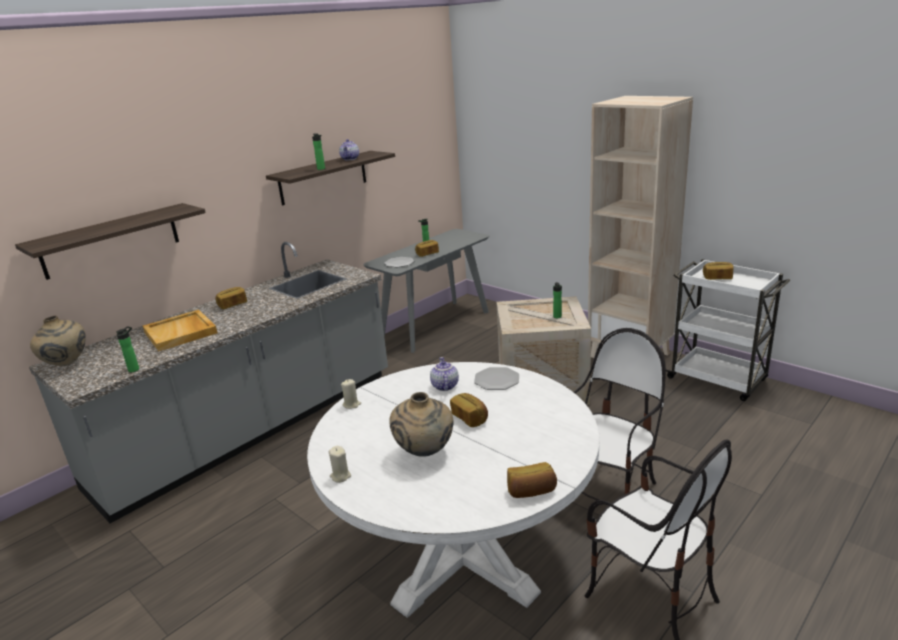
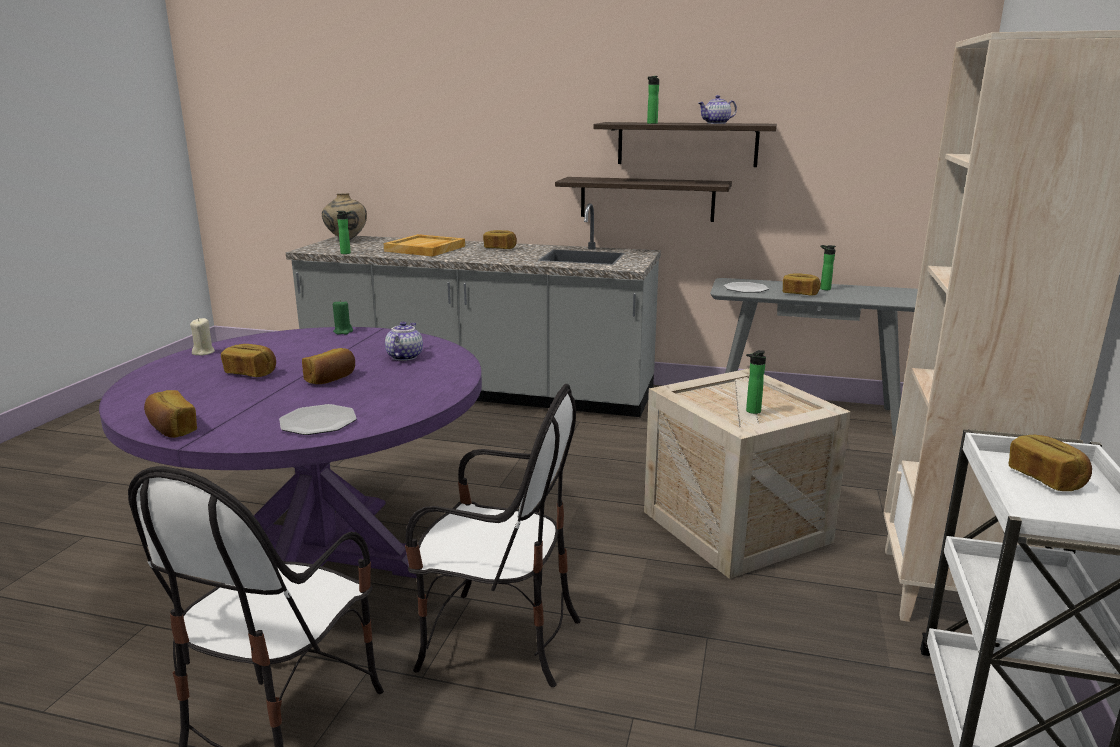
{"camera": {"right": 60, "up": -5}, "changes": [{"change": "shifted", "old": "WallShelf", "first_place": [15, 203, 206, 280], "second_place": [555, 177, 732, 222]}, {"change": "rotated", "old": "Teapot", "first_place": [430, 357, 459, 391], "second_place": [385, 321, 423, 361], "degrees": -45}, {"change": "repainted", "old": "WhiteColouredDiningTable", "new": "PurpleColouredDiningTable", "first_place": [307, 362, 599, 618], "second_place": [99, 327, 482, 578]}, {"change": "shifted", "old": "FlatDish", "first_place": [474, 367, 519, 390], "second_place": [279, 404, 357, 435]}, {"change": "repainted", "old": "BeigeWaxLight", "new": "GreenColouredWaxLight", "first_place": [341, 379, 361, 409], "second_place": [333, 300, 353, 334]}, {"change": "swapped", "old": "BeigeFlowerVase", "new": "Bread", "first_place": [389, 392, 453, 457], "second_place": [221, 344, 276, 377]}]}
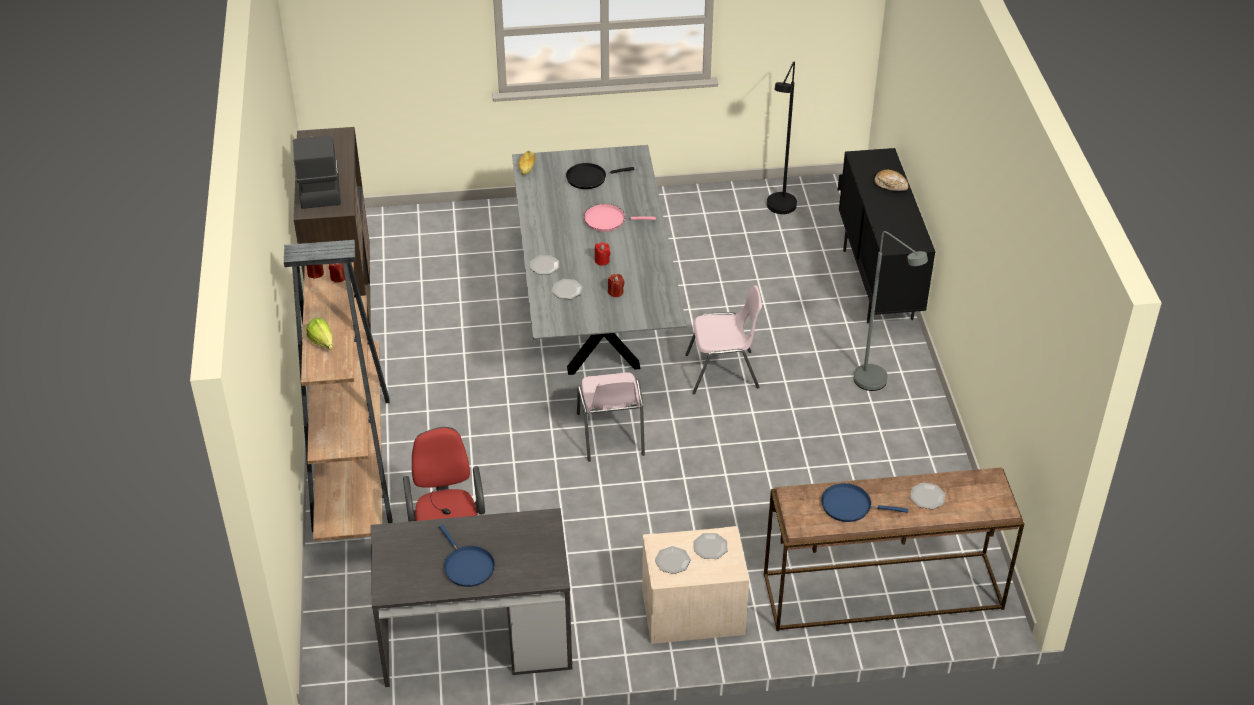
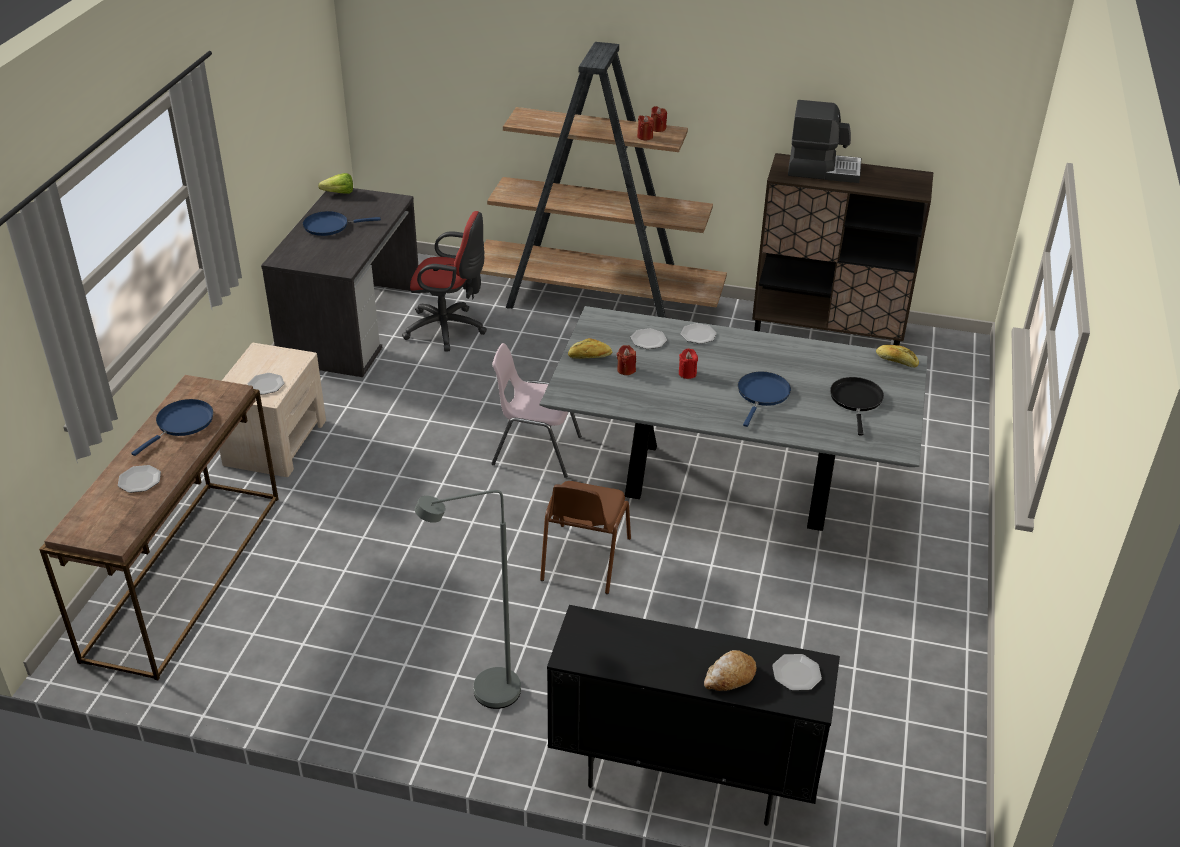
{"camera": {"right": 110, "up": -5}, "changes": [{"change": "gone", "old": "BlackishFloorLamp", "first_place": [767, 62, 797, 214]}, {"change": "repainted", "old": "PinkFryingPan", "new": "BlueColouredFryingPan", "first_place": [584, 204, 656, 232], "second_place": [738, 372, 791, 427]}, {"change": "repainted", "old": "PinkChair", "new": "BrownChair", "first_place": [685, 285, 762, 394], "second_place": [540, 481, 631, 594]}, {"change": "shifted", "old": "LettuceHead", "first_place": [306, 318, 333, 349], "second_place": [318, 173, 353, 194]}, {"change": "shifted", "old": "FlatDish", "first_place": [655, 546, 691, 574], "second_place": [772, 654, 822, 691]}, {"change": "new", "new": "Bread", "second_place": [568, 338, 612, 359]}]}
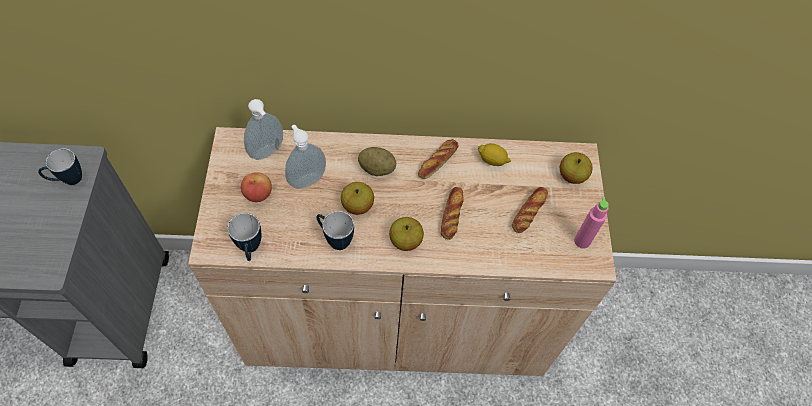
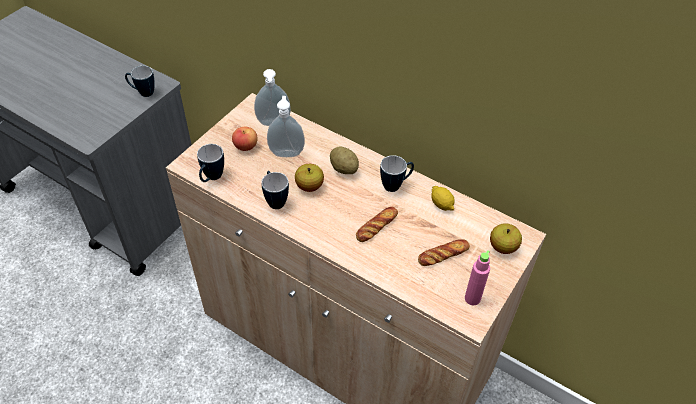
{"camera": {"right": 35, "up": -10}, "changes": [{"change": "swapped", "old": "Bread", "new": "Mug", "first_place": [418, 139, 458, 179], "second_place": [380, 155, 414, 192]}, {"change": "gone", "old": "WholeApple", "first_place": [389, 217, 424, 251]}]}
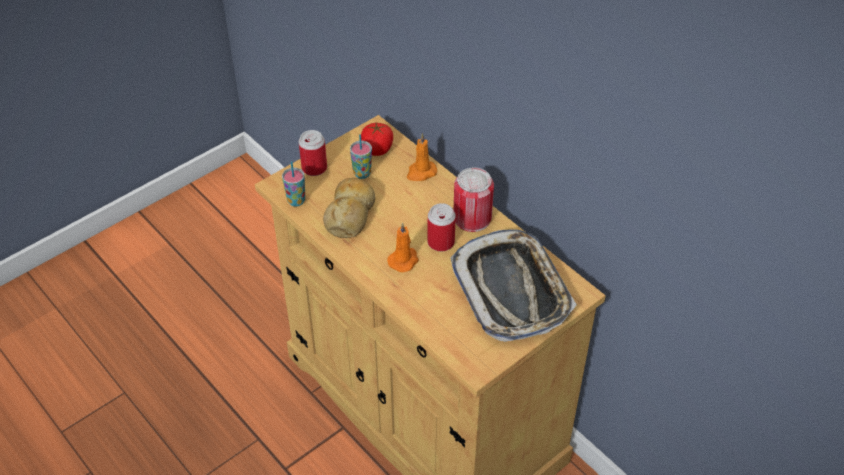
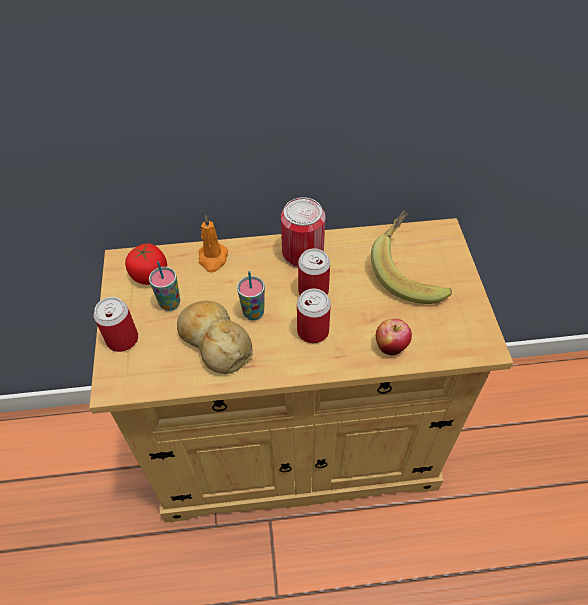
{"camera": {"right": -55, "up": 5}, "changes": [{"change": "shifted", "old": "DrinkingCup", "first_place": [282, 162, 305, 206], "second_place": [237, 271, 265, 320]}, {"change": "swapped", "old": "OrangeWaxLight", "new": "SealedCan", "first_place": [387, 223, 419, 272], "second_place": [297, 289, 331, 343]}, {"change": "swapped", "old": "Tray", "new": "BananaFruit", "first_place": [450, 229, 577, 342], "second_place": [371, 211, 452, 304]}, {"change": "new", "new": "WholeApple", "second_place": [376, 319, 412, 355]}]}
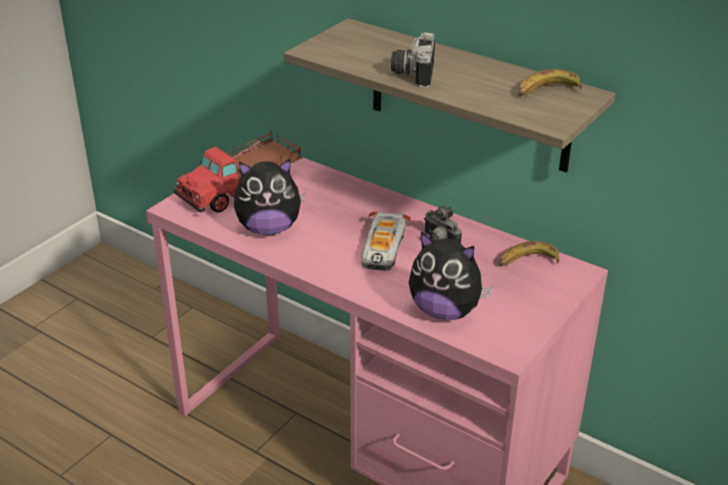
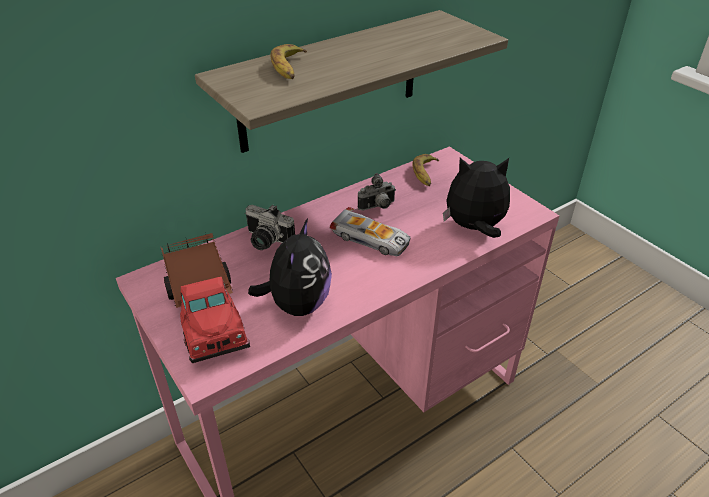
{"camera": {"right": -70, "up": 5}, "changes": [{"change": "shifted", "old": "StillCamera", "first_place": [391, 32, 435, 88], "second_place": [245, 205, 295, 250]}, {"change": "shifted", "old": "BananaFruit", "first_place": [519, 69, 582, 96], "second_place": [271, 44, 307, 79]}, {"change": "rotated", "old": "SoftToy", "first_place": [409, 232, 494, 320], "second_place": [443, 158, 510, 238], "degrees": -135}]}
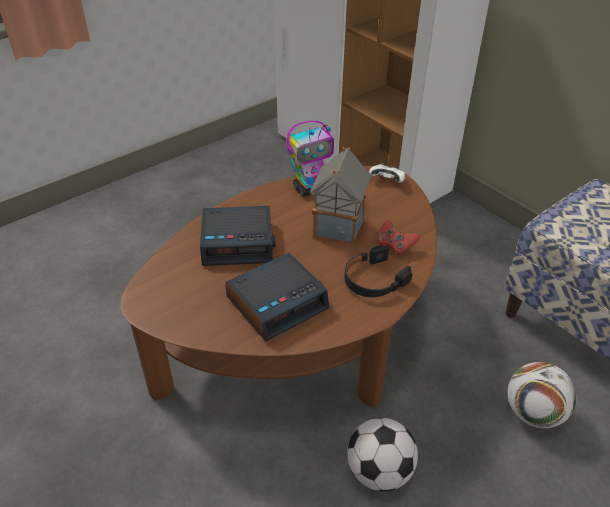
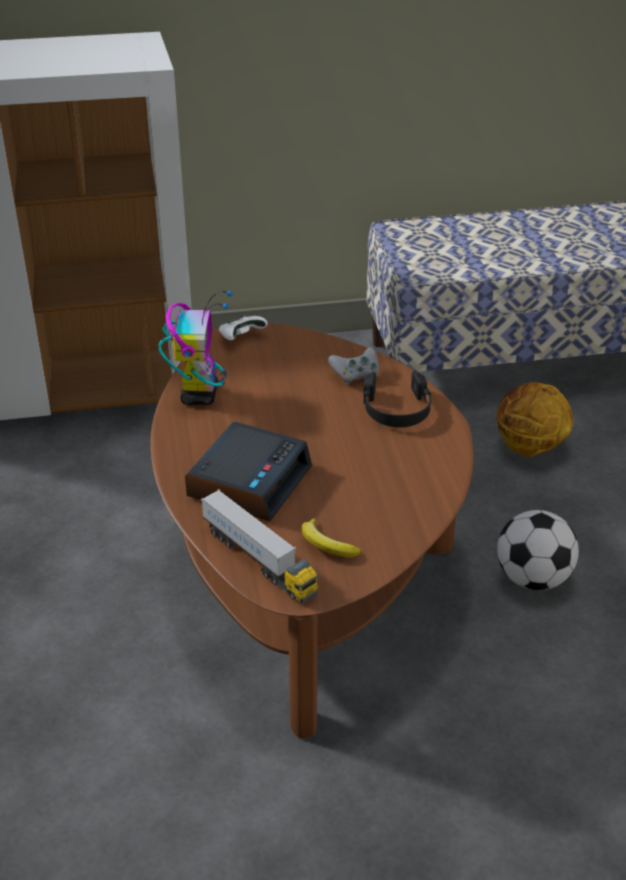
{"camera": {"right": -60, "up": -5}, "changes": [{"change": "gone", "old": "ToyHouse", "first_place": [310, 147, 372, 246]}, {"change": "repainted", "old": "ReddishGamepad", "new": "GrayGamepad", "first_place": [377, 220, 420, 255], "second_place": [328, 347, 379, 385]}, {"change": "gone", "old": "BedsideClock", "first_place": [225, 253, 329, 342]}, {"change": "swapped", "old": "FootballBall", "new": "BasketballBall", "first_place": [507, 362, 577, 428], "second_place": [497, 382, 573, 457]}, {"change": "new", "new": "ToyLorry", "second_place": [201, 489, 319, 604]}, {"change": "new", "new": "BananaFruit", "second_place": [301, 518, 361, 557]}]}
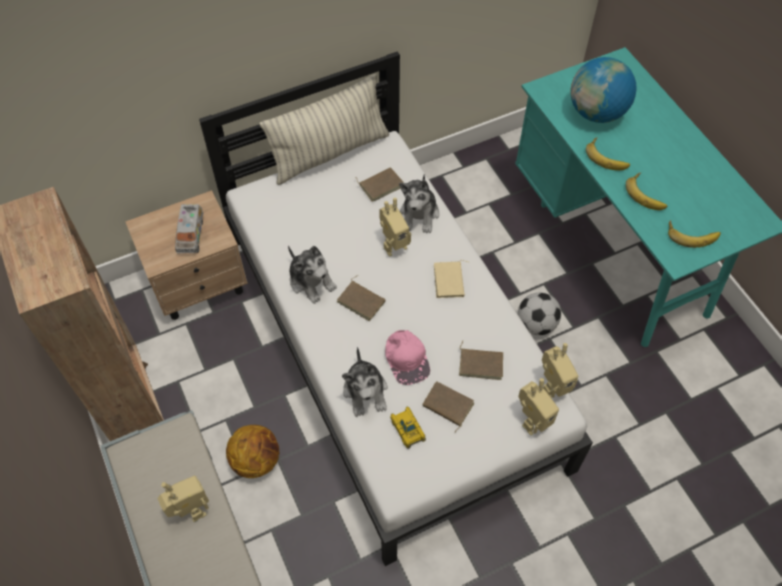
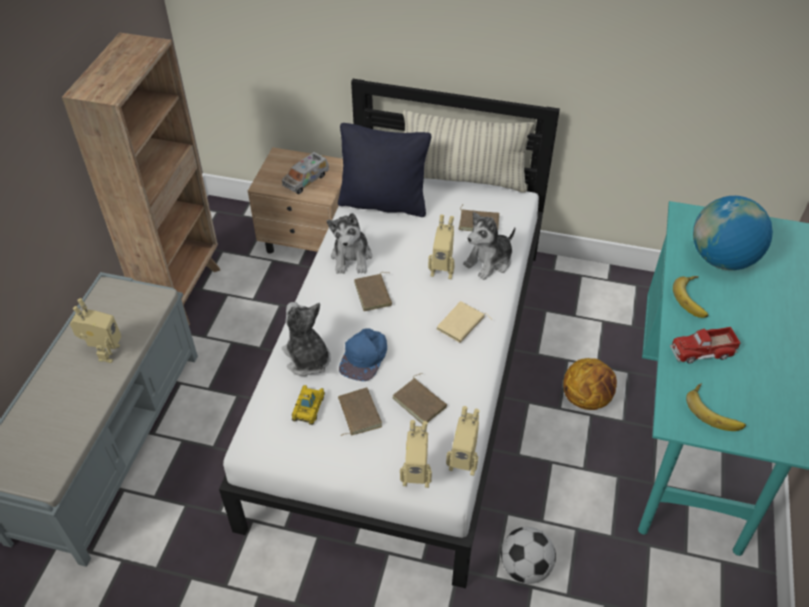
{"camera": {"right": 40, "up": -10}, "changes": [{"change": "swapped", "old": "BananaFruit", "new": "ToyLorry", "first_place": [626, 173, 668, 210], "second_place": [670, 327, 740, 363]}, {"change": "shifted", "old": "FootballBall", "first_place": [518, 292, 561, 335], "second_place": [501, 527, 556, 584]}, {"change": "repainted", "old": "PinkCap", "new": "BlueColouredCap", "first_place": [385, 330, 430, 385], "second_place": [339, 328, 387, 381]}, {"change": "rotated", "old": "SoftToy", "first_place": [342, 347, 388, 417], "second_place": [282, 302, 331, 376], "degrees": 120}, {"change": "shifted", "old": "BasketballBall", "first_place": [226, 425, 279, 478], "second_place": [563, 358, 617, 410]}, {"change": "new", "new": "BlackishThrowPillow", "second_place": [338, 123, 431, 217]}]}
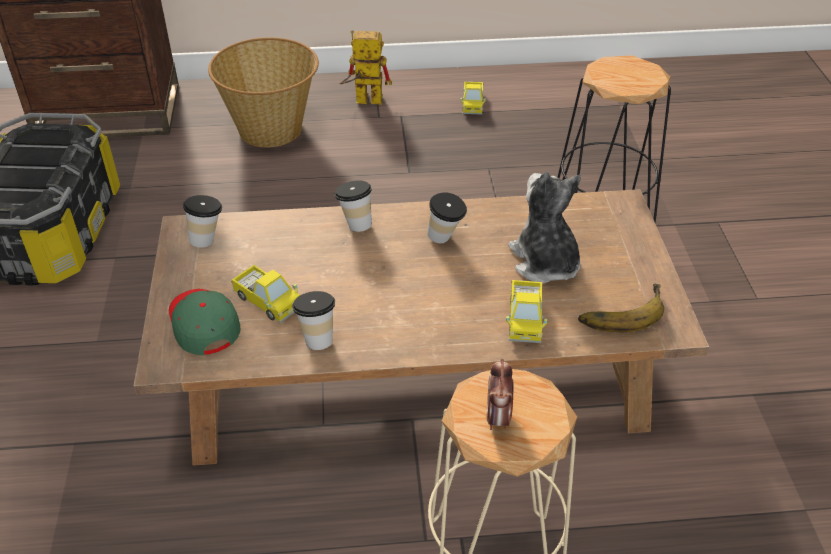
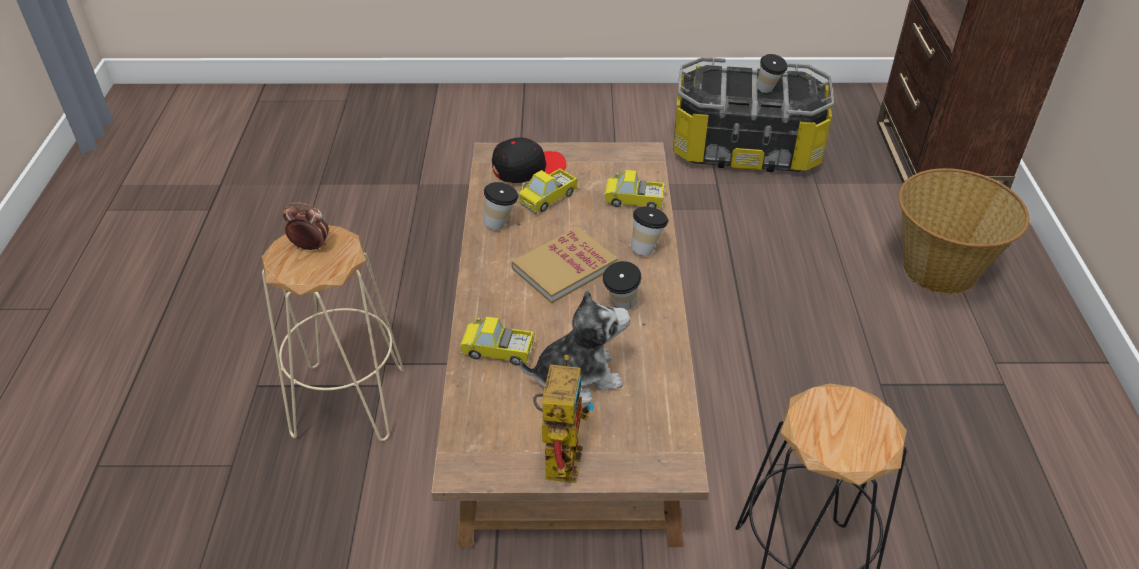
{"camera": {"right": 95, "up": 0}, "changes": [{"change": "shifted", "old": "ModelRobot", "first_place": [340, 30, 392, 105], "second_place": [533, 355, 594, 483]}, {"change": "shifted", "old": "ToyLorry", "first_place": [460, 82, 486, 115], "second_place": [604, 170, 665, 209]}, {"change": "shifted", "old": "DrinkingCup", "first_place": [183, 195, 222, 248], "second_place": [756, 54, 788, 93]}, {"change": "gone", "old": "BananaFruit", "first_place": [578, 284, 664, 332]}, {"change": "repainted", "old": "GreenColouredCap", "new": "BlackishCap", "first_place": [169, 289, 241, 355], "second_place": [492, 137, 566, 183]}, {"change": "new", "new": "Volume", "second_place": [511, 227, 618, 303]}]}
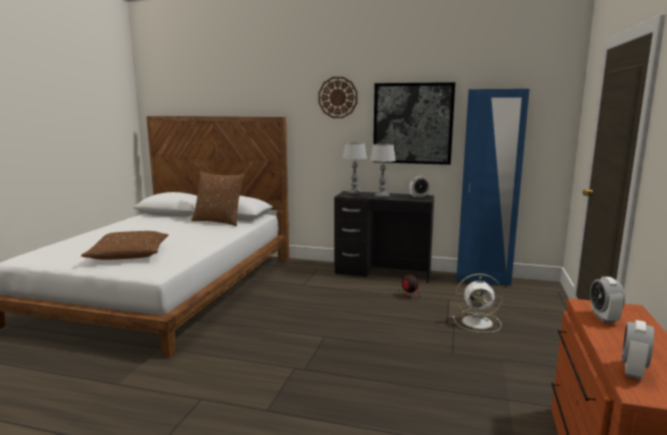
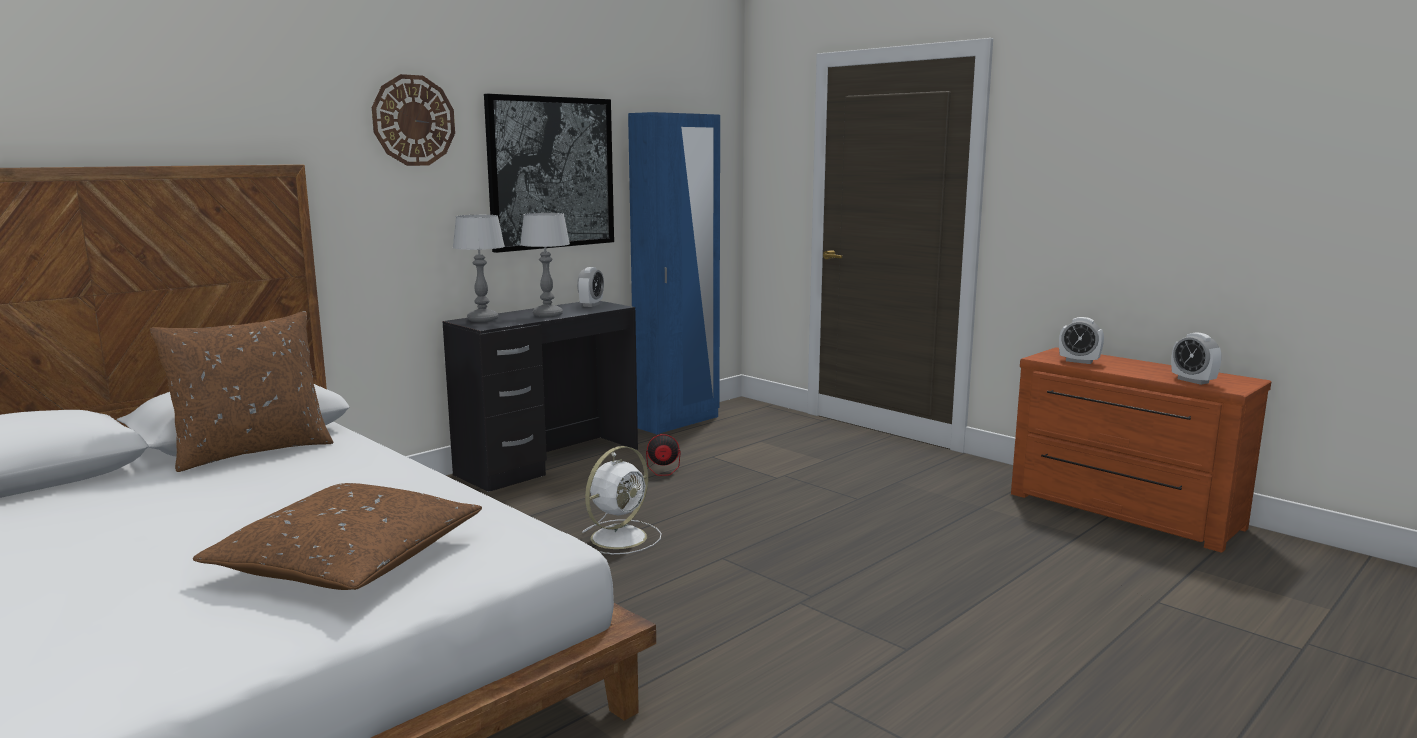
{"camera": {"right": -60, "up": 0}, "changes": [{"change": "shifted", "old": "WhiteColouredCoolingFan", "first_place": [453, 274, 503, 332], "second_place": [582, 446, 661, 554]}]}
